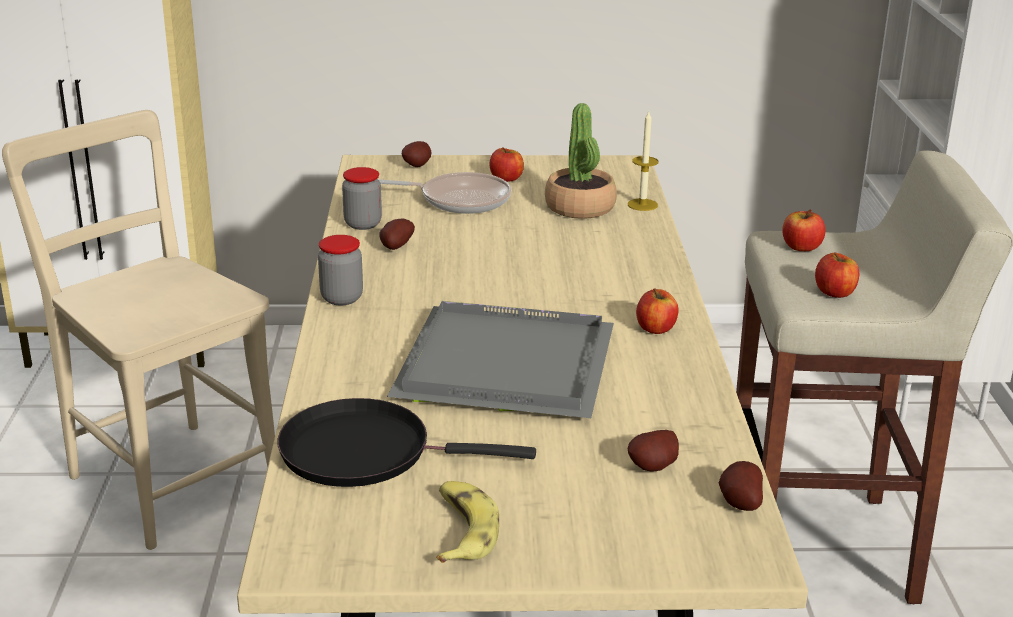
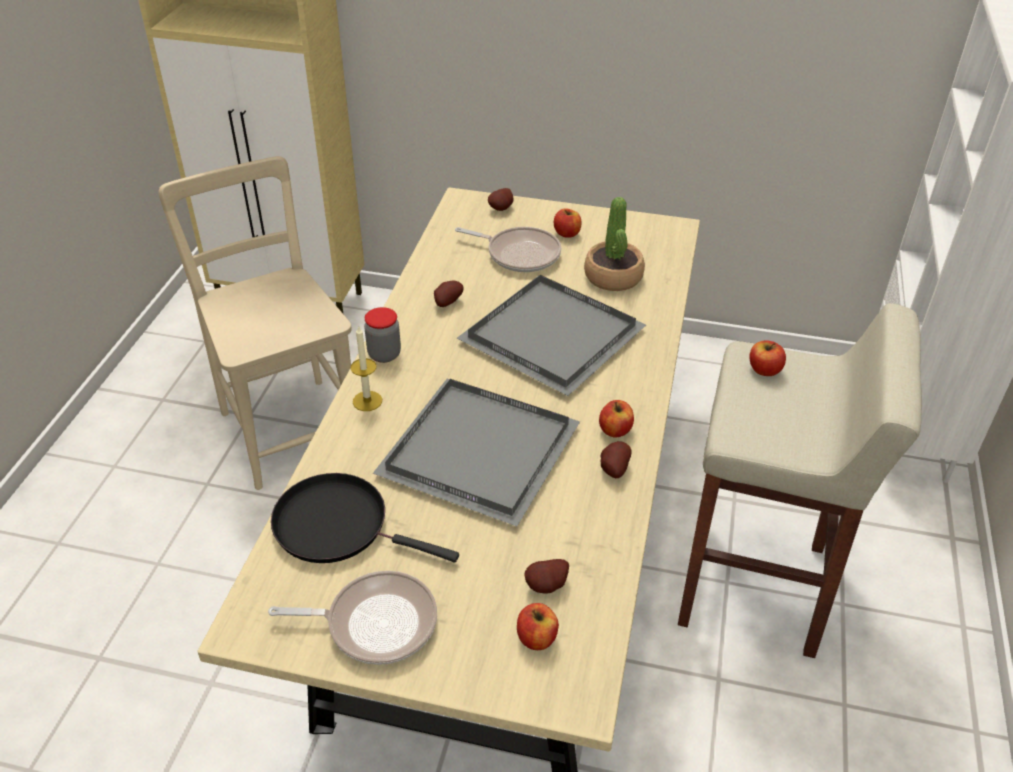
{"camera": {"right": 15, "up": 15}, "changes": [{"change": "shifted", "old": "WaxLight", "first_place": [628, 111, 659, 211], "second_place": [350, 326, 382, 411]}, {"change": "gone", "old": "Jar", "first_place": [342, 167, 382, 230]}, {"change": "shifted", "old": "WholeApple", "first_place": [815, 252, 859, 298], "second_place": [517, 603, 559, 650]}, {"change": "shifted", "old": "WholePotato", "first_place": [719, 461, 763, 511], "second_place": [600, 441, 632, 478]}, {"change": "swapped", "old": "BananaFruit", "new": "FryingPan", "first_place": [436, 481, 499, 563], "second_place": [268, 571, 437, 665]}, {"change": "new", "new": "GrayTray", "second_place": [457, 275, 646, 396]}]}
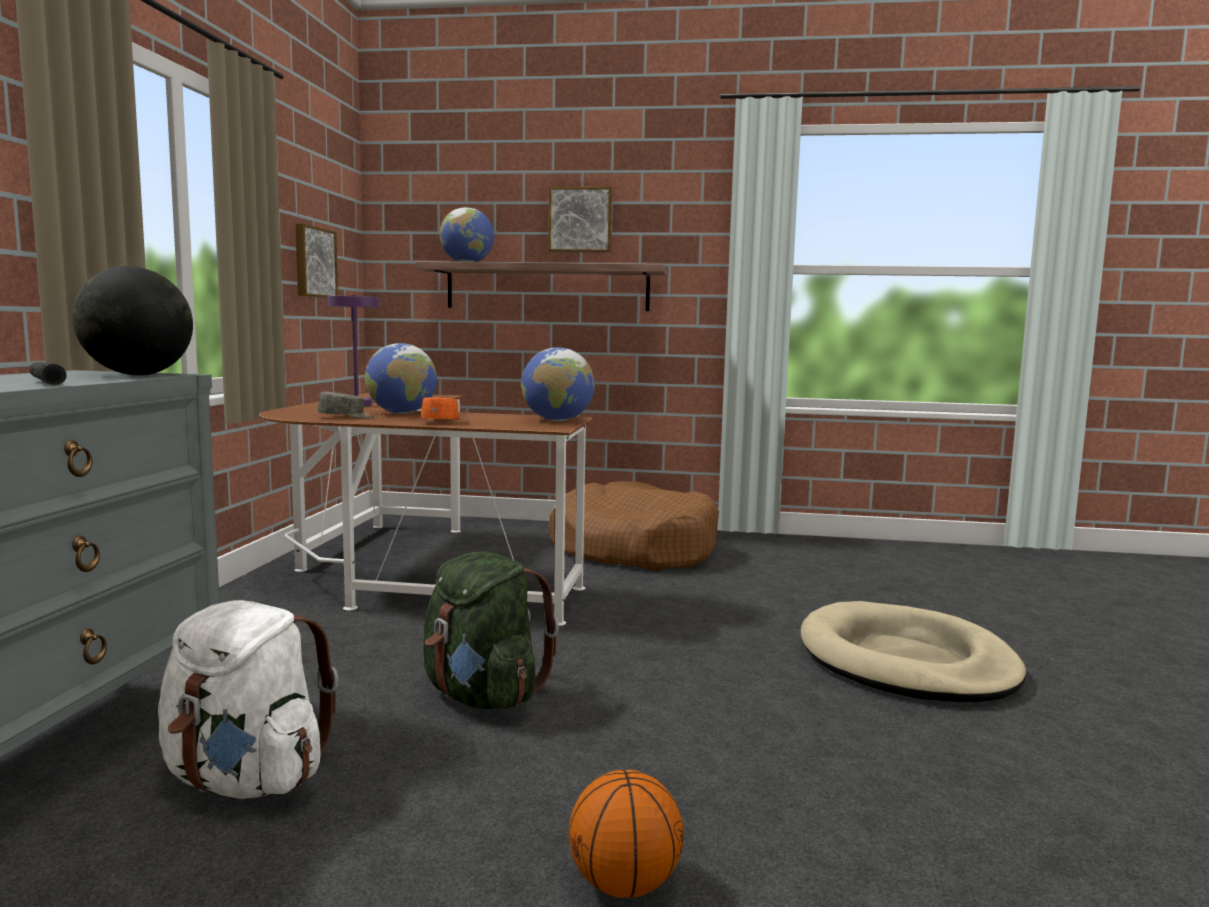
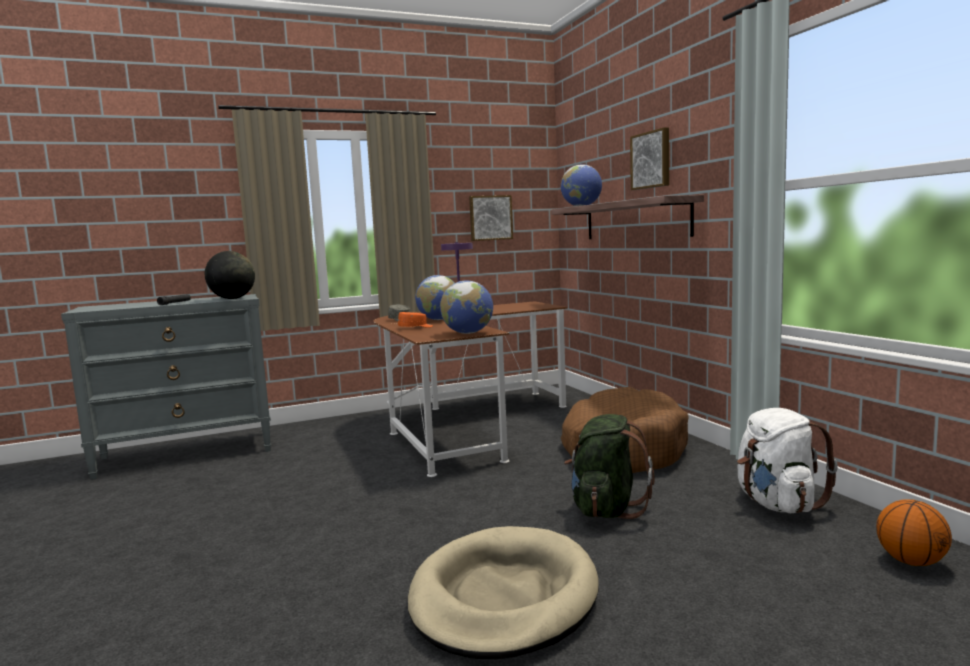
{"camera": {"right": 60, "up": 0}, "changes": [{"change": "shifted", "old": "GreenColouredBackpack", "first_place": [424, 551, 559, 709], "second_place": [564, 414, 655, 519]}, {"change": "shifted", "old": "WhiteColouredBackpack", "first_place": [158, 600, 338, 799], "second_place": [737, 408, 838, 513]}, {"change": "shifted", "old": "BasketballBall", "first_place": [569, 770, 684, 898], "second_place": [876, 499, 952, 566]}]}
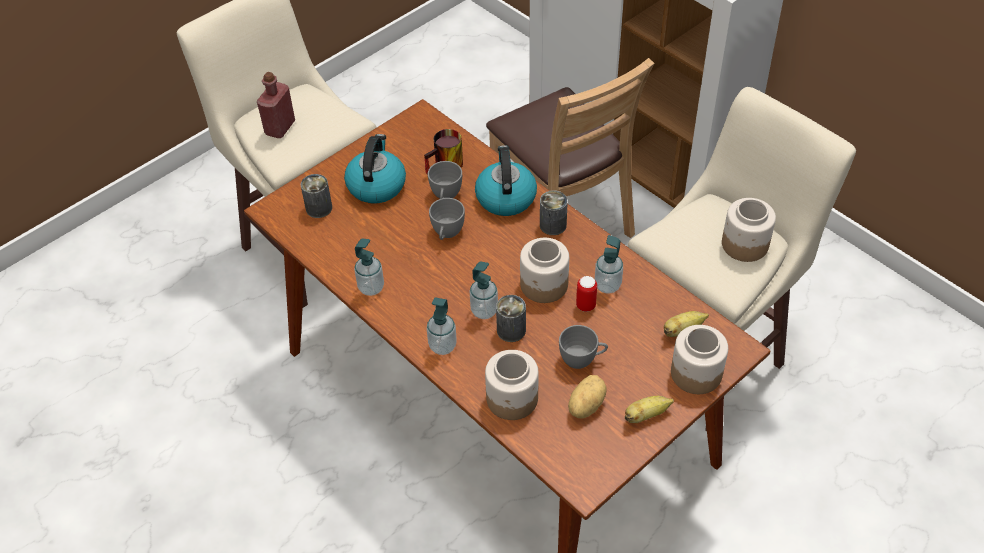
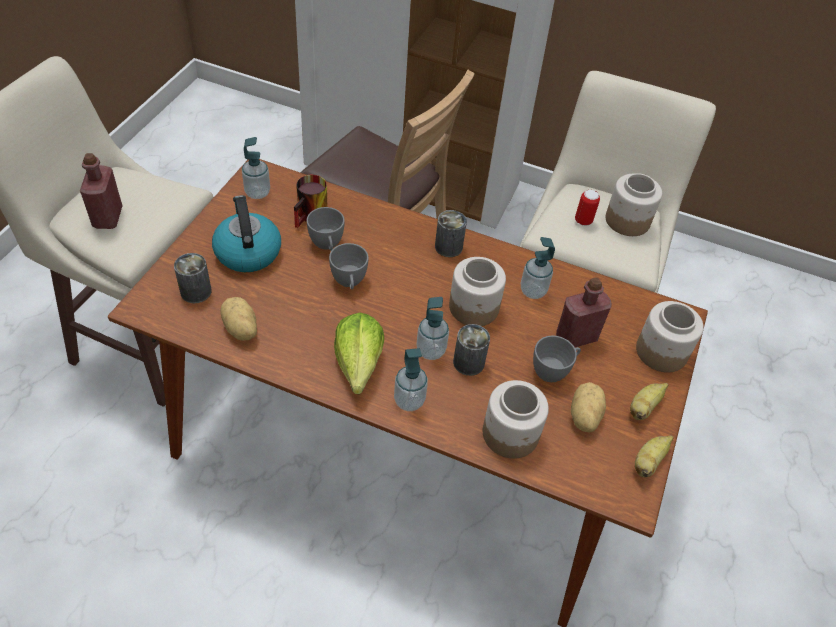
{"camera": {"right": -30, "up": 0}, "changes": [{"change": "gone", "old": "WaterKettle", "first_place": [475, 145, 537, 216]}, {"change": "shifted", "old": "SoapDispenser", "first_place": [354, 239, 384, 296], "second_place": [242, 137, 270, 199]}, {"change": "shifted", "old": "SealedCan", "first_place": [576, 276, 597, 312], "second_place": [575, 190, 600, 226]}, {"change": "shifted", "old": "BananaFruit", "first_place": [664, 311, 709, 337], "second_place": [635, 435, 674, 477]}, {"change": "new", "new": "ReddishBeverageBottle", "second_place": [556, 277, 612, 347]}, {"change": "new", "new": "WholePotato", "second_place": [221, 297, 257, 341]}, {"change": "new", "new": "LettuceHead", "second_place": [334, 313, 384, 394]}]}
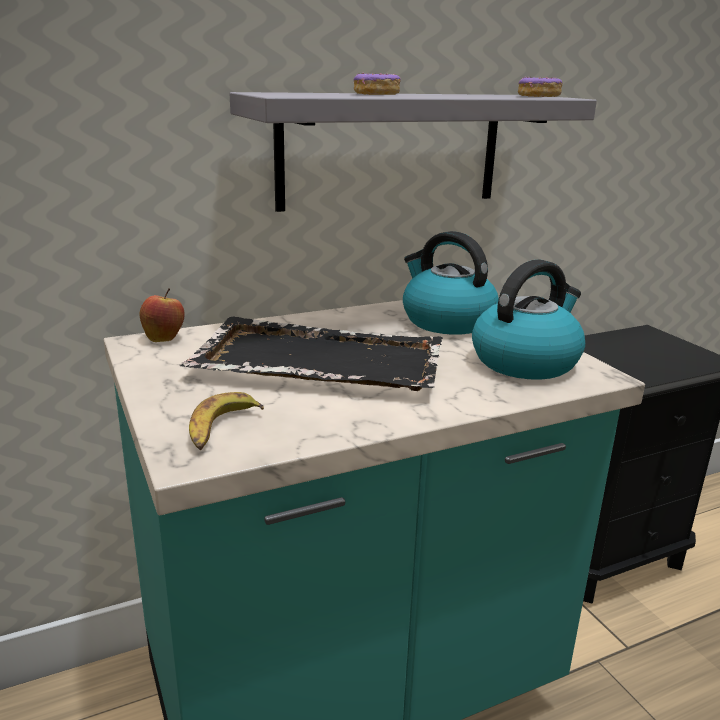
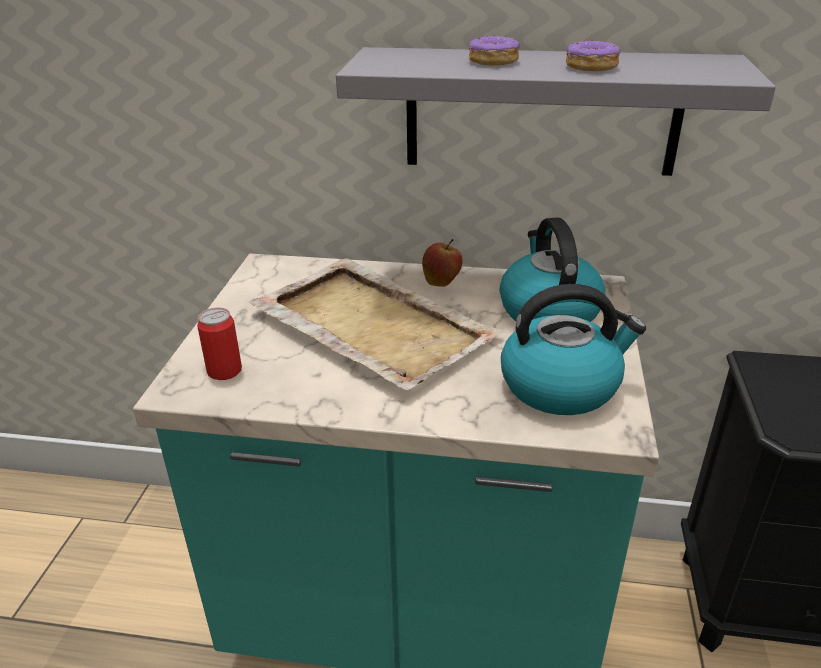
{"camera": {"right": 35, "up": 10}, "changes": [{"change": "shifted", "old": "RingDoughnut", "first_place": [518, 76, 563, 97], "second_place": [566, 39, 621, 71]}, {"change": "shifted", "old": "WholeApple", "first_place": [139, 288, 184, 342], "second_place": [422, 239, 463, 287]}, {"change": "repainted", "old": "BlackishTray", "new": "BeigeTray", "first_place": [180, 317, 443, 391], "second_place": [249, 258, 504, 390]}, {"change": "swapped", "old": "BananaFruit", "new": "SealedCan", "first_place": [189, 392, 264, 450], "second_place": [197, 307, 242, 380]}]}
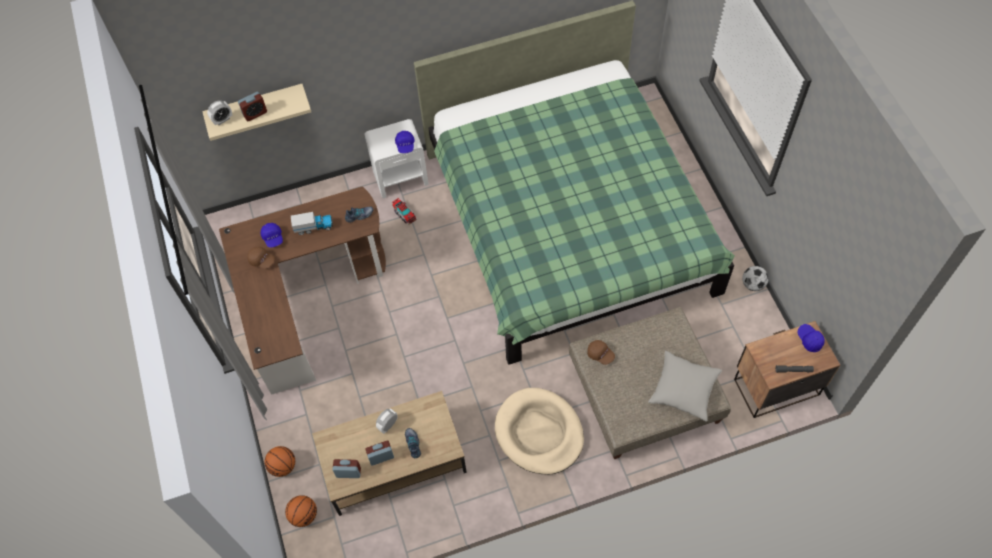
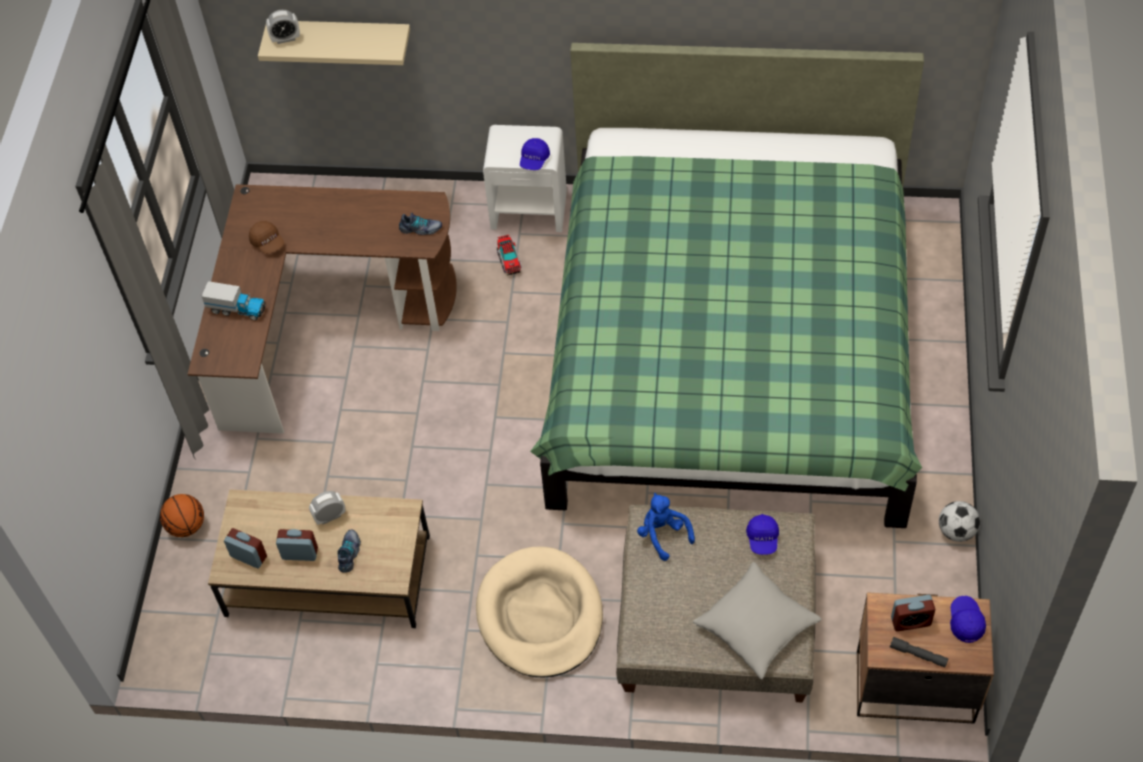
{"camera": {"right": 25, "up": -5}, "changes": [{"change": "shifted", "old": "BedsideClock", "first_place": [238, 92, 267, 121], "second_place": [891, 595, 935, 632]}, {"change": "shifted", "old": "ToyLorry", "first_place": [291, 212, 333, 235], "second_place": [201, 281, 266, 320]}, {"change": "shifted", "old": "BlueColouredCap", "first_place": [261, 223, 283, 248], "second_place": [746, 514, 779, 555]}, {"change": "swapped", "old": "BrownCap", "new": "BlueColouredSoftToy", "first_place": [587, 340, 615, 365], "second_place": [637, 493, 695, 561]}, {"change": "gone", "old": "BasketballBall", "first_place": [285, 495, 317, 527]}]}
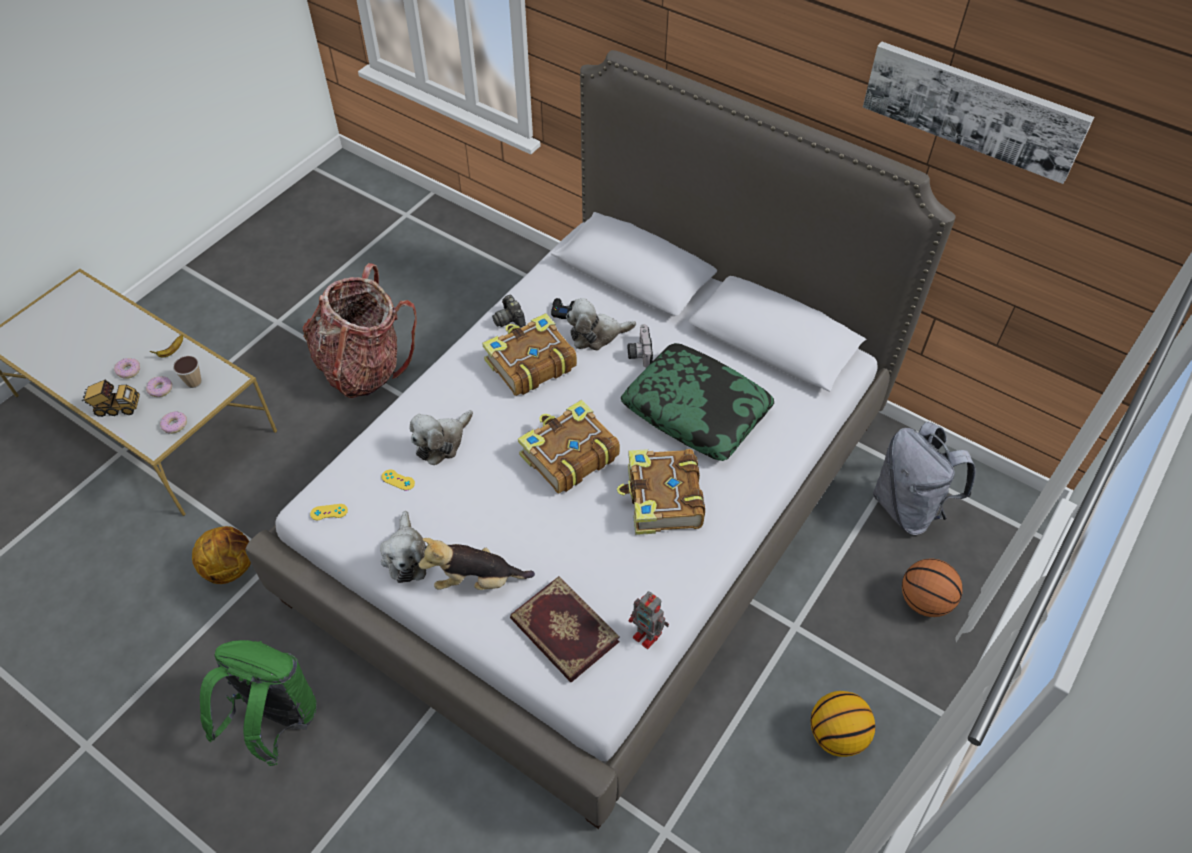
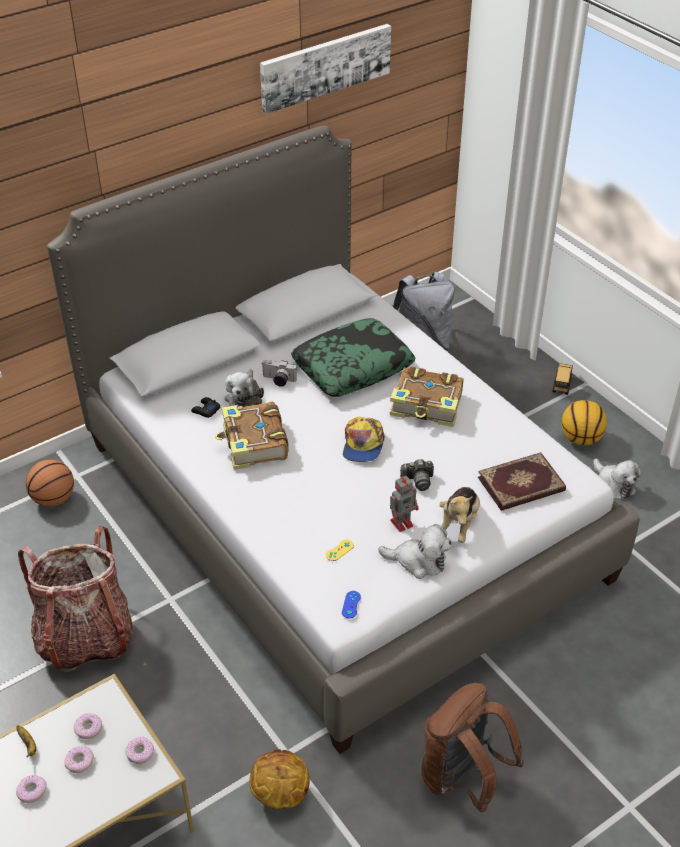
{"camera": {"right": -70, "up": -10}, "changes": [{"change": "shifted", "old": "StillCamera", "first_place": [492, 295, 526, 328], "second_place": [400, 459, 434, 491]}, {"change": "swapped", "old": "DrinkingCup", "new": "RingDoughnut", "first_place": [173, 356, 202, 388], "second_place": [74, 713, 102, 739]}, {"change": "shifted", "old": "ToyLorry", "first_place": [82, 380, 140, 417], "second_place": [552, 363, 573, 395]}, {"change": "swapped", "old": "Volume", "new": "Cap", "first_place": [518, 400, 620, 494], "second_place": [343, 417, 385, 462]}, {"change": "shifted", "old": "SoftToy", "first_place": [409, 410, 473, 465], "second_place": [593, 458, 641, 500]}, {"change": "repainted", "old": "YellowGamepad", "new": "BlueColouredGamepad", "first_place": [310, 504, 348, 520], "second_place": [342, 591, 361, 618]}, {"change": "shifted", "old": "BasketballBall", "first_place": [902, 559, 963, 617], "second_place": [26, 460, 74, 507]}, {"change": "shifted", "old": "ModelRobot", "first_place": [629, 591, 669, 649], "second_place": [390, 475, 419, 532]}, {"change": "repainted", "old": "GreenColouredBackpack", "new": "BrownBackpack", "first_place": [200, 640, 317, 766], "second_place": [421, 683, 524, 812]}]}
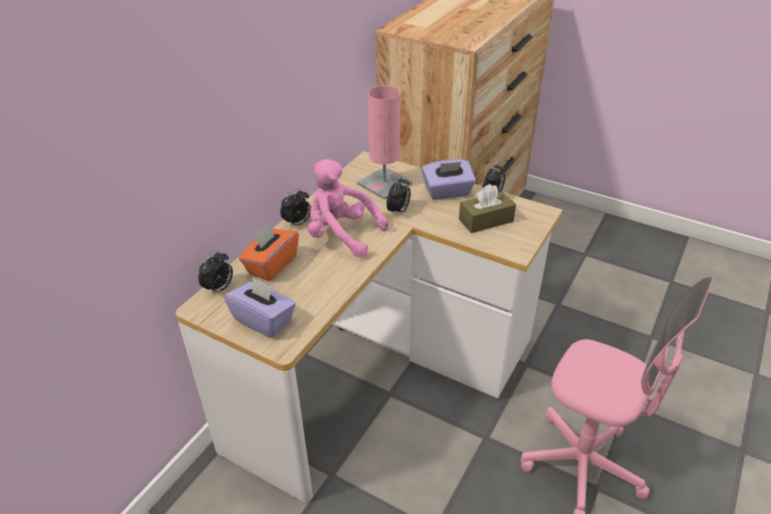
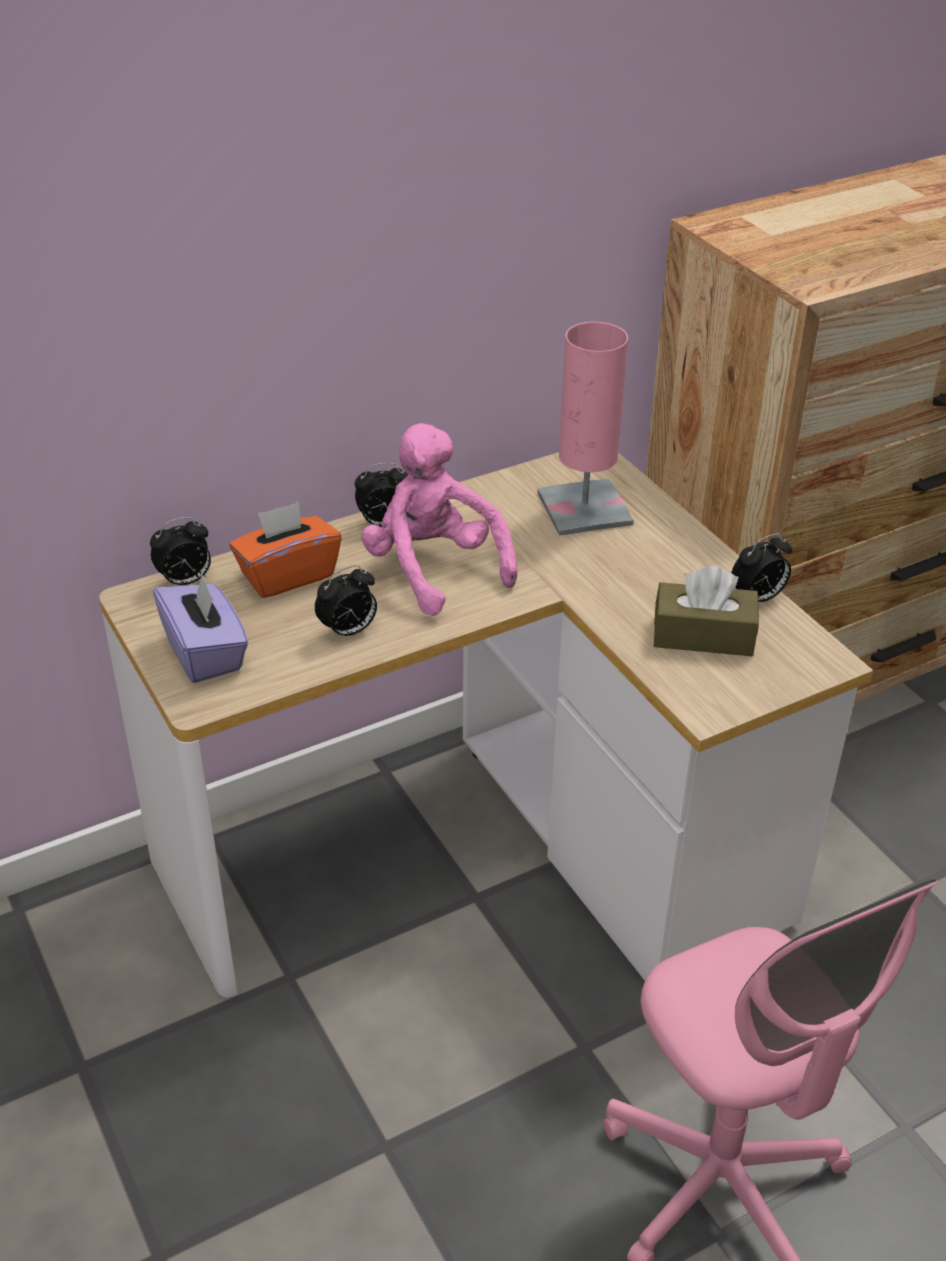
{"camera": {"right": 30, "up": 0}, "changes": [{"change": "gone", "old": "PurpleColouredTissueBox", "first_place": [422, 159, 476, 200]}, {"change": "shifted", "old": "BedsideClock", "first_place": [387, 176, 411, 216], "second_place": [315, 565, 377, 640]}]}
